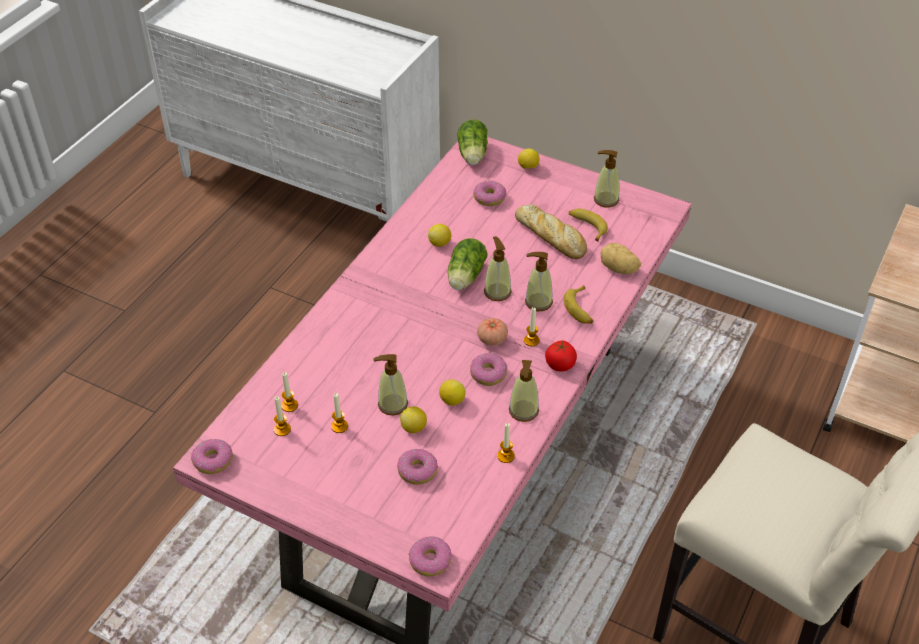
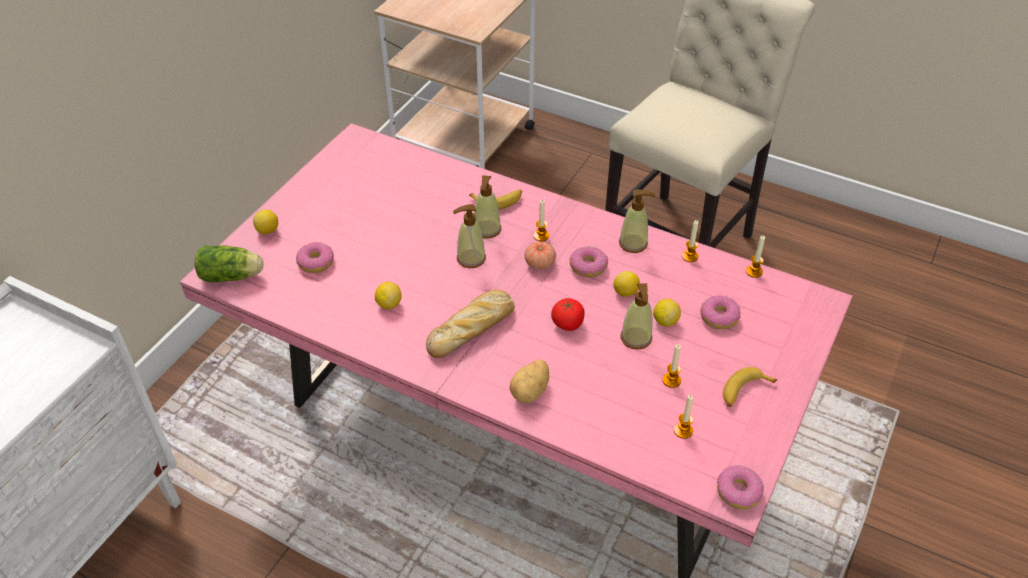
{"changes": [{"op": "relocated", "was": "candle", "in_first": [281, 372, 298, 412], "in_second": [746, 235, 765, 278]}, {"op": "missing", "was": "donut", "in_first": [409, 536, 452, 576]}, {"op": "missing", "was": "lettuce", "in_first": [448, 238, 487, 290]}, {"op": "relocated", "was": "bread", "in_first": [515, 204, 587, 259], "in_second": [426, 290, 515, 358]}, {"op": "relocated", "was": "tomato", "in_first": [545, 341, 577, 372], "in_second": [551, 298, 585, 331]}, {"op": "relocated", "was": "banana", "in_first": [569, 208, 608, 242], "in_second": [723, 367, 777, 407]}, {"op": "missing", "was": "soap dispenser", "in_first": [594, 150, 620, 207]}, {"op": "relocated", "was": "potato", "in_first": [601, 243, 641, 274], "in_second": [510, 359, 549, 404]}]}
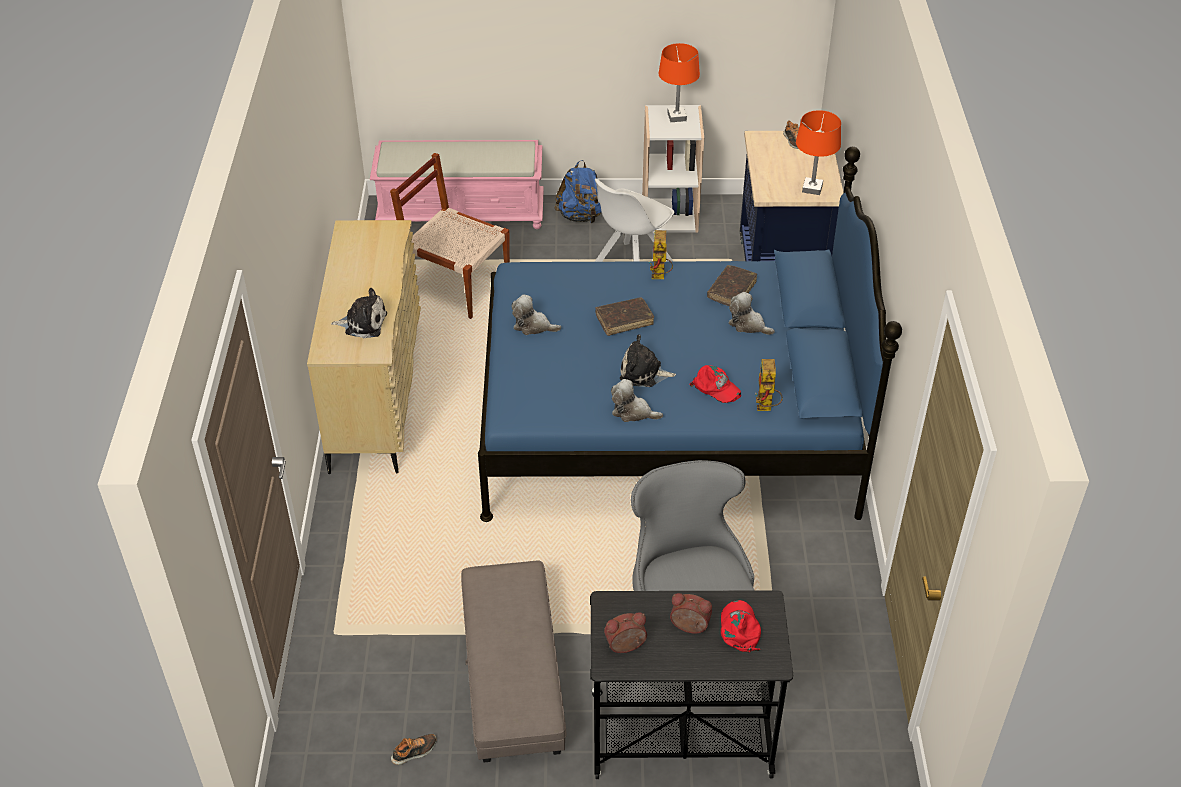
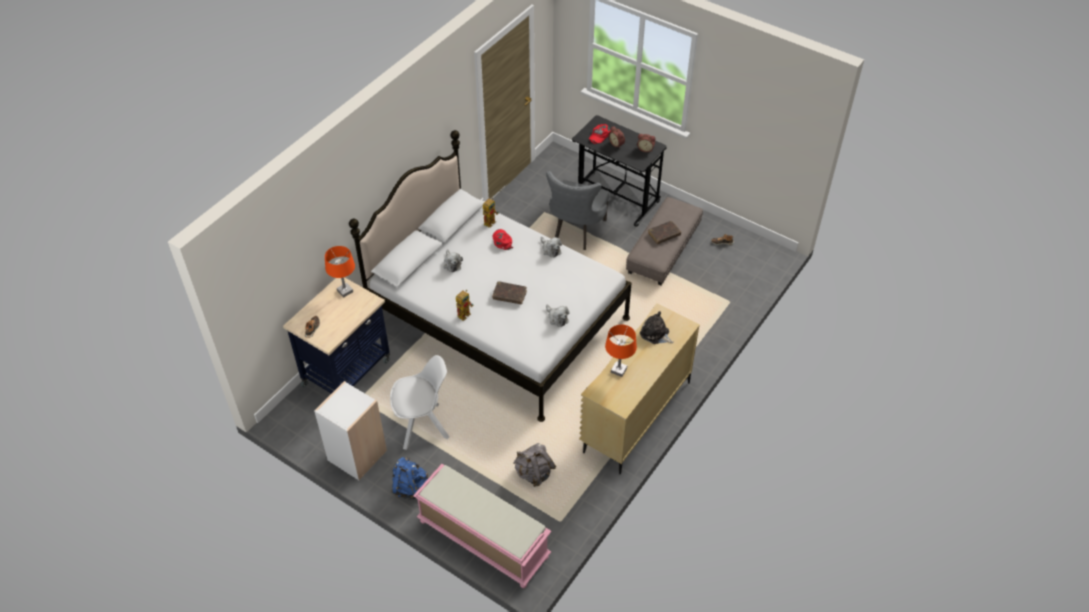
{"changes": [{"op": "exchanged", "was": "chair", "now": "backpack (grey)", "in_first": [390, 153, 510, 319], "in_second": [513, 443, 556, 487]}, {"op": "colour", "was": "bed (blue)", "now": "bed (white)", "in_first": [478, 147, 902, 522], "in_second": [349, 130, 631, 422]}, {"op": "missing", "was": "plush toy", "in_first": [620, 334, 676, 387]}, {"op": "relocated", "was": "table lamp (orange)", "in_first": [659, 43, 700, 122], "in_second": [605, 325, 637, 377]}, {"op": "relocated", "was": "book (brown)", "in_first": [707, 265, 757, 306], "in_second": [648, 221, 681, 244]}]}
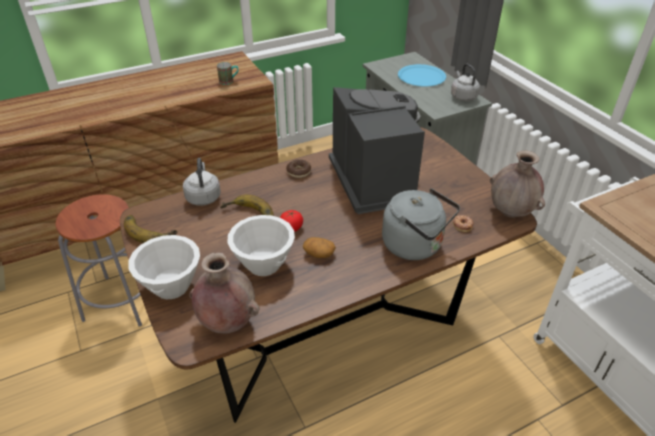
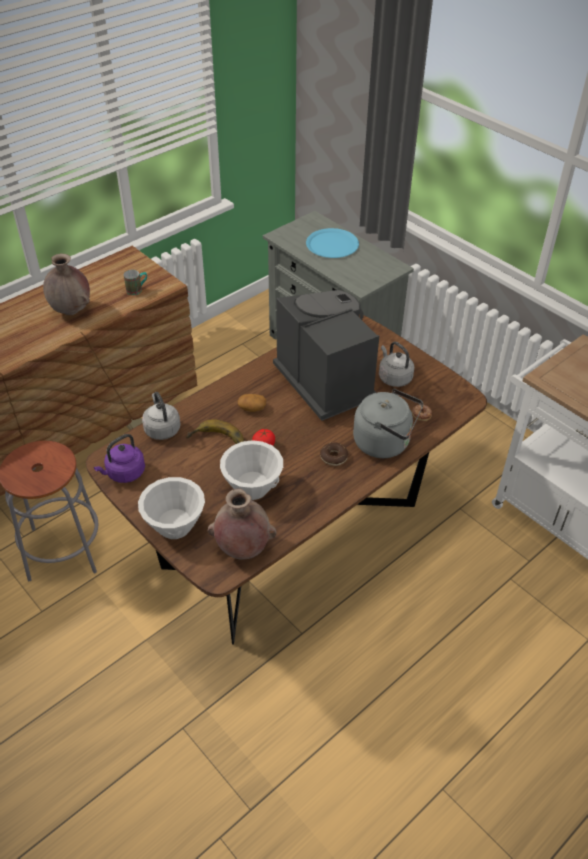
{"changes": [{"op": "exchanged", "was": "banana", "now": "kettle (purple)", "in_first": [124, 215, 177, 243], "in_second": [94, 434, 145, 483]}, {"op": "relocated", "was": "donut", "in_first": [286, 159, 311, 178], "in_second": [320, 442, 348, 466]}, {"op": "relocated", "was": "potato", "in_first": [303, 237, 336, 258], "in_second": [238, 394, 266, 412]}, {"op": "relocated", "was": "kettle (grey)", "in_first": [451, 64, 480, 101], "in_second": [379, 342, 414, 387]}, {"op": "relocated", "was": "vase (brown)", "in_first": [490, 150, 545, 218], "in_second": [43, 254, 90, 315]}]}
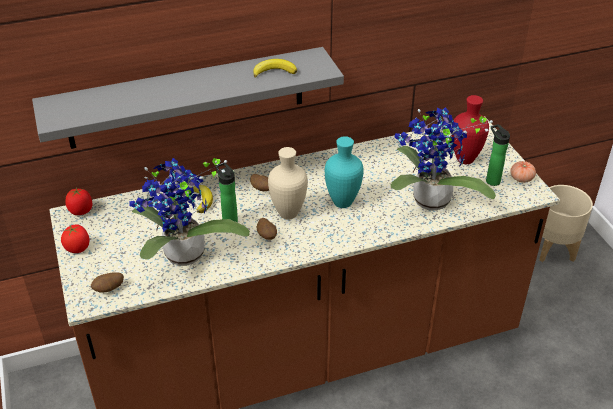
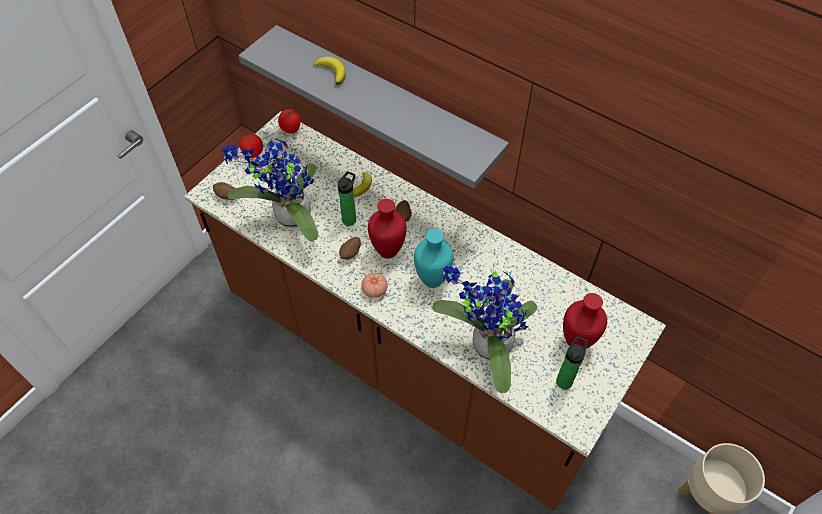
{"changes": [{"op": "relocated", "was": "banana", "in_first": [254, 59, 297, 78], "in_second": [313, 56, 346, 85]}, {"op": "colour", "was": "vase (beige)", "now": "vase (red)", "in_first": [268, 147, 308, 220], "in_second": [368, 199, 407, 259]}, {"op": "relocated", "was": "tomato", "in_first": [510, 161, 536, 183], "in_second": [361, 273, 388, 298]}]}
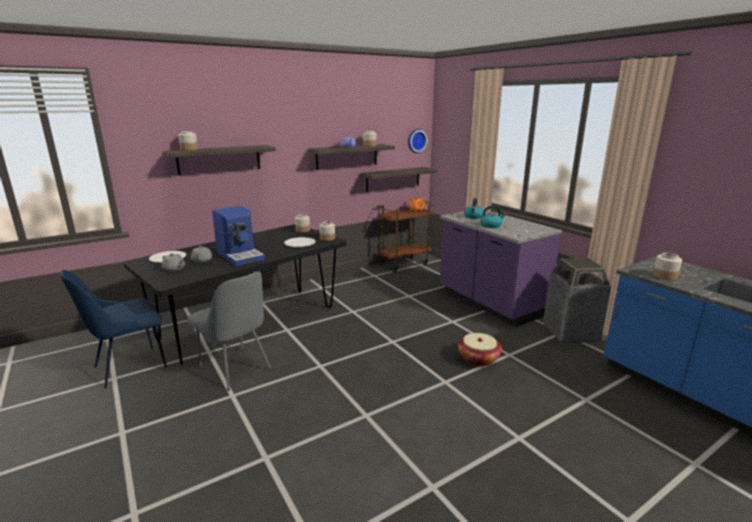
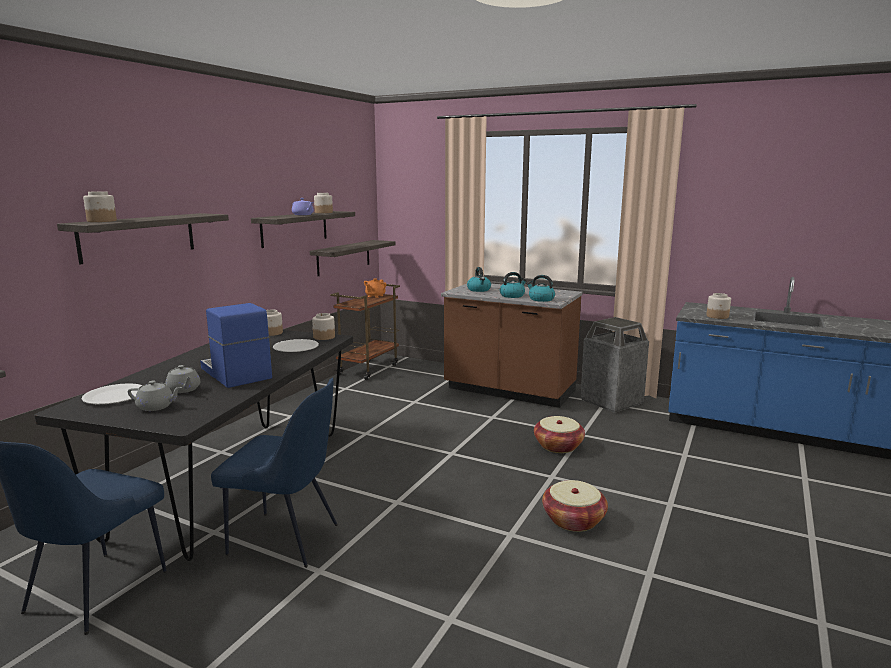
{"changes": [{"op": "colour", "was": "chair (grey)", "now": "chair (blue)", "in_first": [188, 271, 272, 391], "in_second": [211, 378, 338, 568]}, {"op": "spun", "was": "coffee machine", "in_first": [212, 206, 265, 266], "in_second": [200, 303, 272, 388], "clockwise": -150}, {"op": "missing", "was": "wall clock", "in_first": [408, 129, 427, 153]}, {"op": "colour", "was": "counter (purple)", "now": "counter (brown)", "in_first": [440, 209, 562, 327], "in_second": [441, 284, 583, 408]}, {"op": "appeared", "now": "kettle", "in_second": [527, 275, 555, 302]}, {"op": "appeared", "now": "basket", "in_second": [542, 480, 608, 532]}]}
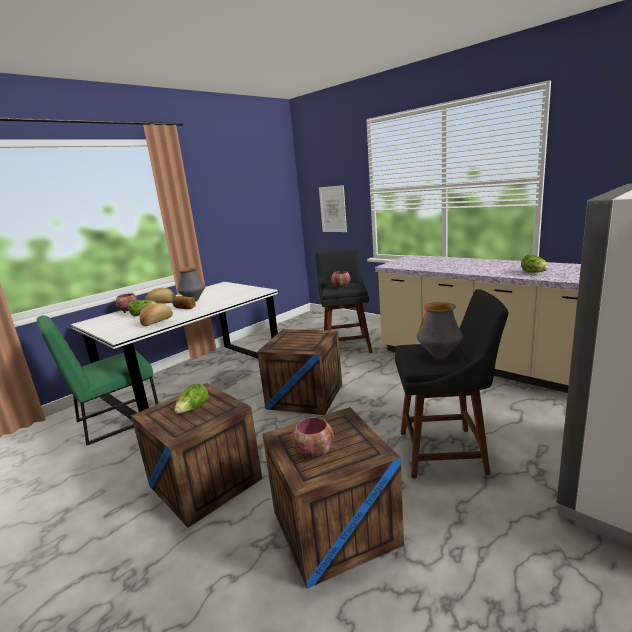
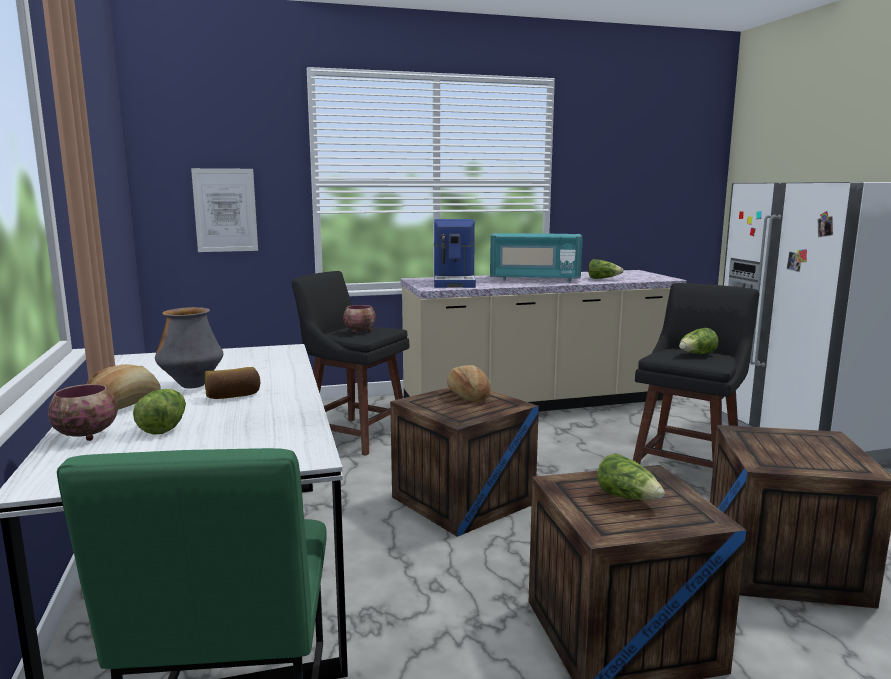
{"changes": [{"op": "relocated", "was": "bread", "in_first": [140, 303, 173, 326], "in_second": [447, 365, 491, 402]}, {"op": "missing", "was": "bowl", "in_first": [292, 417, 334, 459]}, {"op": "exchanged", "was": "vase", "now": "lettuce", "in_first": [416, 302, 462, 358], "in_second": [679, 328, 718, 354]}, {"op": "appeared", "now": "coffee machine", "in_second": [434, 219, 476, 288]}, {"op": "appeared", "now": "microwave (turquoise)", "in_second": [490, 233, 583, 281]}]}
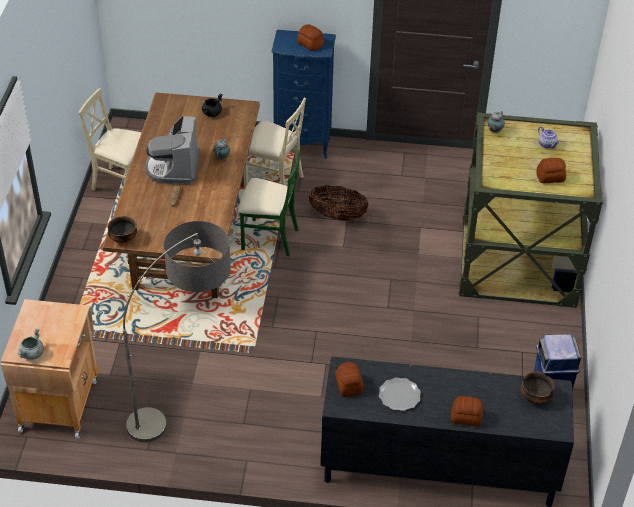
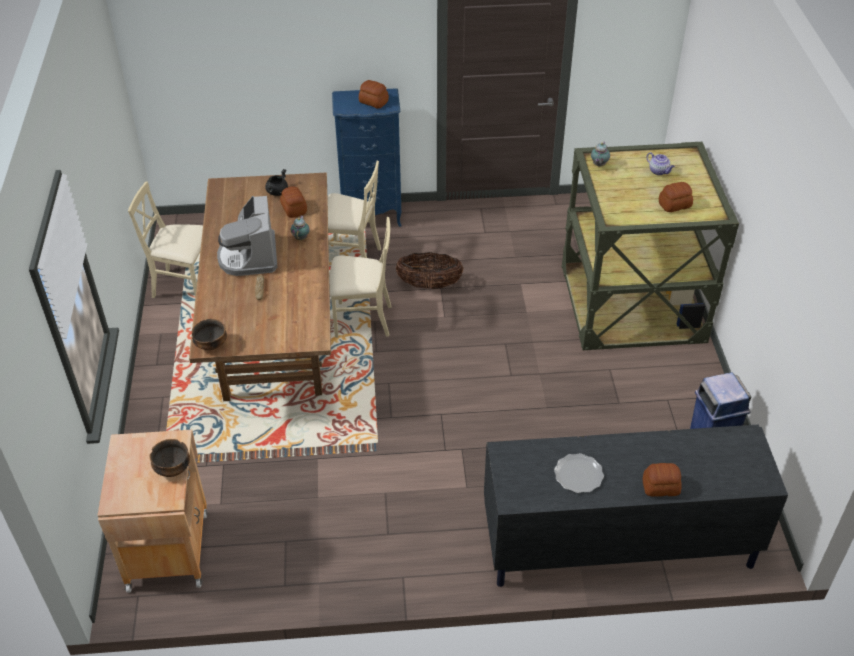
{"changes": [{"op": "missing", "was": "cooking pot (grey)", "in_first": [18, 329, 44, 360]}, {"op": "missing", "was": "floor lamp", "in_first": [123, 221, 231, 442]}, {"op": "colour", "was": "chair (green)", "now": "chair (beige)", "in_first": [238, 150, 301, 256], "in_second": [329, 217, 391, 338]}, {"op": "relocated", "was": "bread", "in_first": [335, 362, 363, 397], "in_second": [280, 186, 307, 218]}, {"op": "relocated", "was": "bowl", "in_first": [521, 372, 554, 404], "in_second": [149, 439, 190, 477]}]}
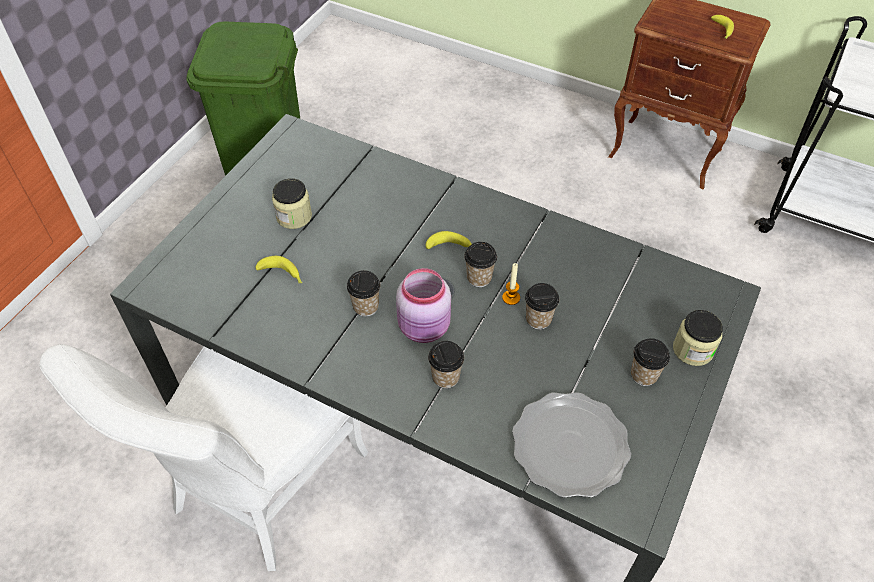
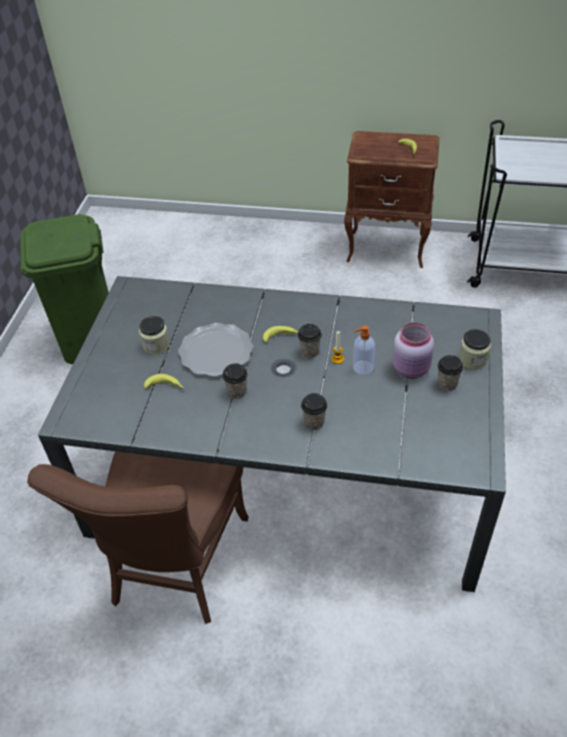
{"changes": [{"op": "colour", "was": "chair (white)", "now": "chair (brown)", "in_first": [39, 344, 368, 571], "in_second": [27, 438, 249, 624]}, {"op": "relocated", "was": "jar (pink)", "in_first": [396, 268, 451, 343], "in_second": [392, 323, 434, 379]}, {"op": "relocated", "was": "plate", "in_first": [512, 392, 631, 498], "in_second": [178, 323, 253, 377]}, {"op": "exchanged", "was": "cup", "now": "soap dispenser", "in_first": [525, 283, 559, 330], "in_second": [353, 325, 375, 375]}]}
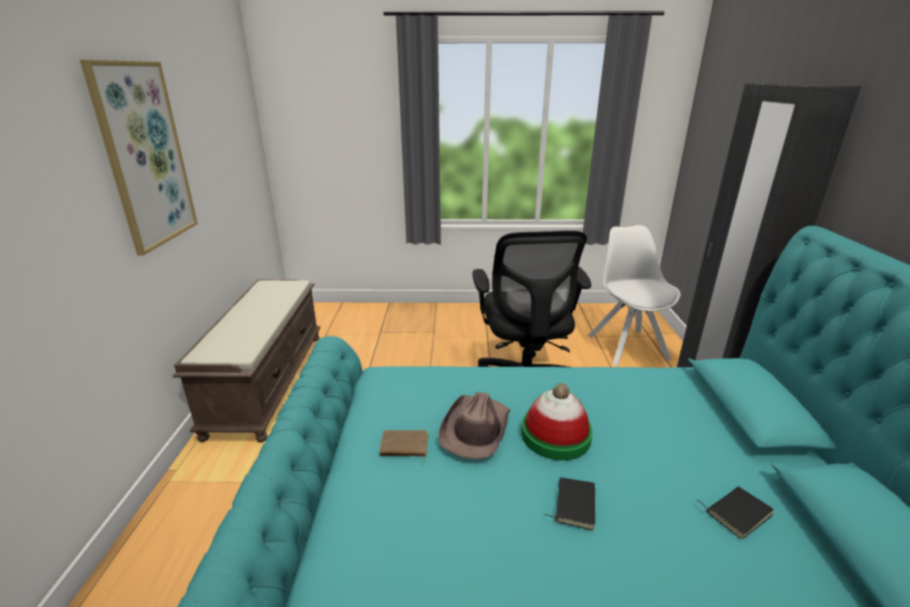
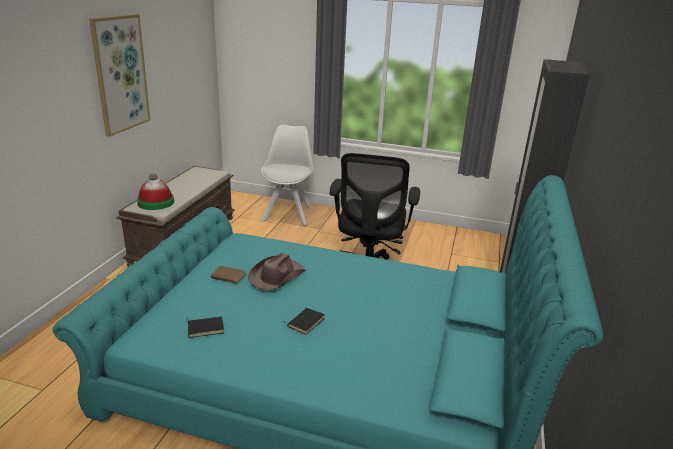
{"changes": [{"op": "relocated", "was": "hat", "in_first": [521, 383, 593, 460], "in_second": [137, 173, 174, 210]}, {"op": "relocated", "was": "chair (white)", "in_first": [588, 225, 680, 366], "in_second": [261, 125, 313, 226]}, {"op": "relocated", "was": "book (black)", "in_first": [697, 486, 774, 539], "in_second": [186, 317, 224, 338]}]}
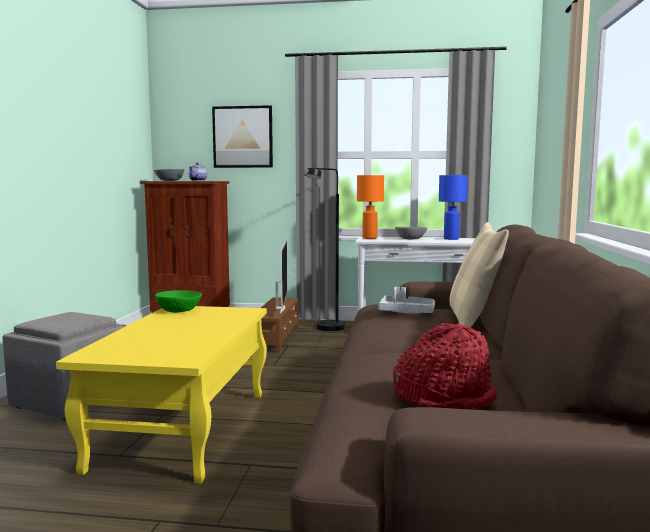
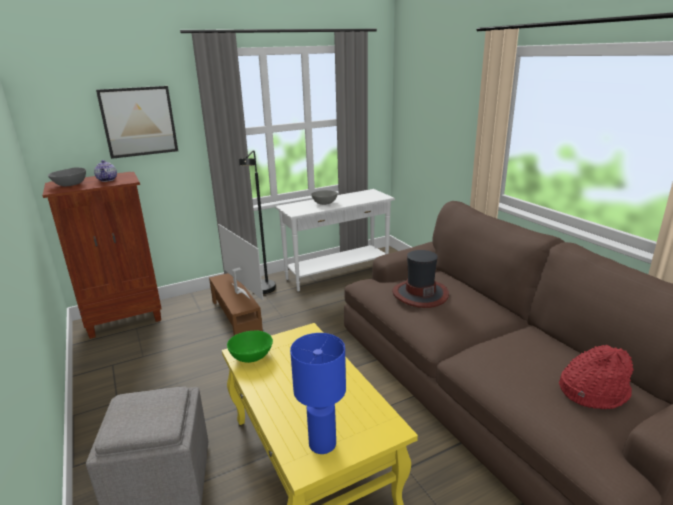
{"changes": [{"op": "missing", "was": "table lamp (orange)", "in_first": [357, 175, 384, 239]}, {"op": "exchanged", "was": "tray (grey)", "now": "hat", "in_first": [378, 287, 435, 313], "in_second": [393, 250, 449, 308]}, {"op": "relocated", "was": "table lamp (blue)", "in_first": [439, 175, 468, 240], "in_second": [290, 333, 346, 454]}, {"op": "missing", "was": "pillow (beige)", "in_first": [449, 222, 509, 328]}]}
